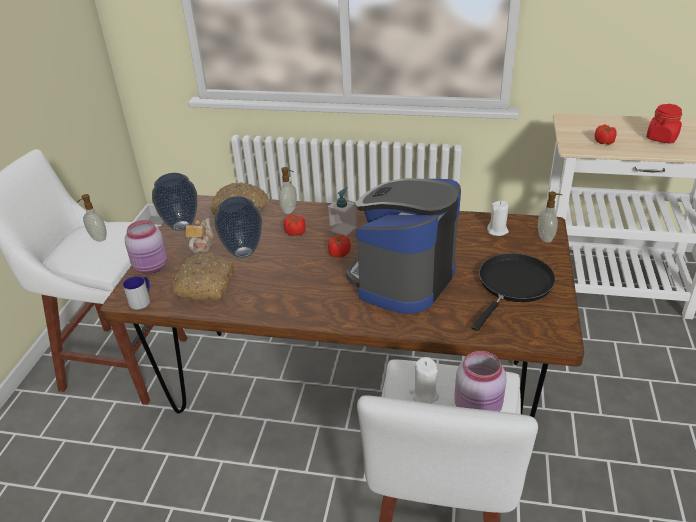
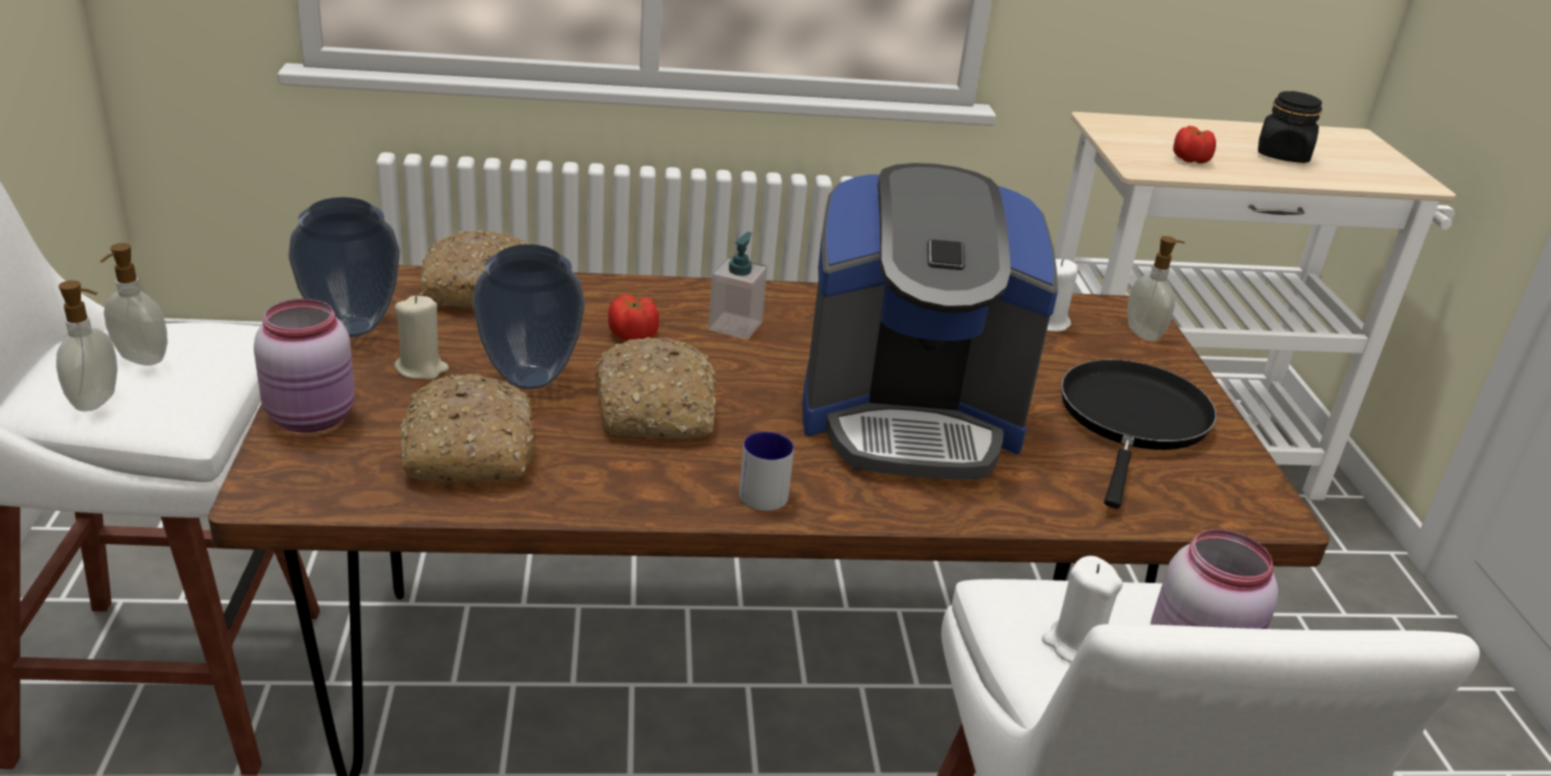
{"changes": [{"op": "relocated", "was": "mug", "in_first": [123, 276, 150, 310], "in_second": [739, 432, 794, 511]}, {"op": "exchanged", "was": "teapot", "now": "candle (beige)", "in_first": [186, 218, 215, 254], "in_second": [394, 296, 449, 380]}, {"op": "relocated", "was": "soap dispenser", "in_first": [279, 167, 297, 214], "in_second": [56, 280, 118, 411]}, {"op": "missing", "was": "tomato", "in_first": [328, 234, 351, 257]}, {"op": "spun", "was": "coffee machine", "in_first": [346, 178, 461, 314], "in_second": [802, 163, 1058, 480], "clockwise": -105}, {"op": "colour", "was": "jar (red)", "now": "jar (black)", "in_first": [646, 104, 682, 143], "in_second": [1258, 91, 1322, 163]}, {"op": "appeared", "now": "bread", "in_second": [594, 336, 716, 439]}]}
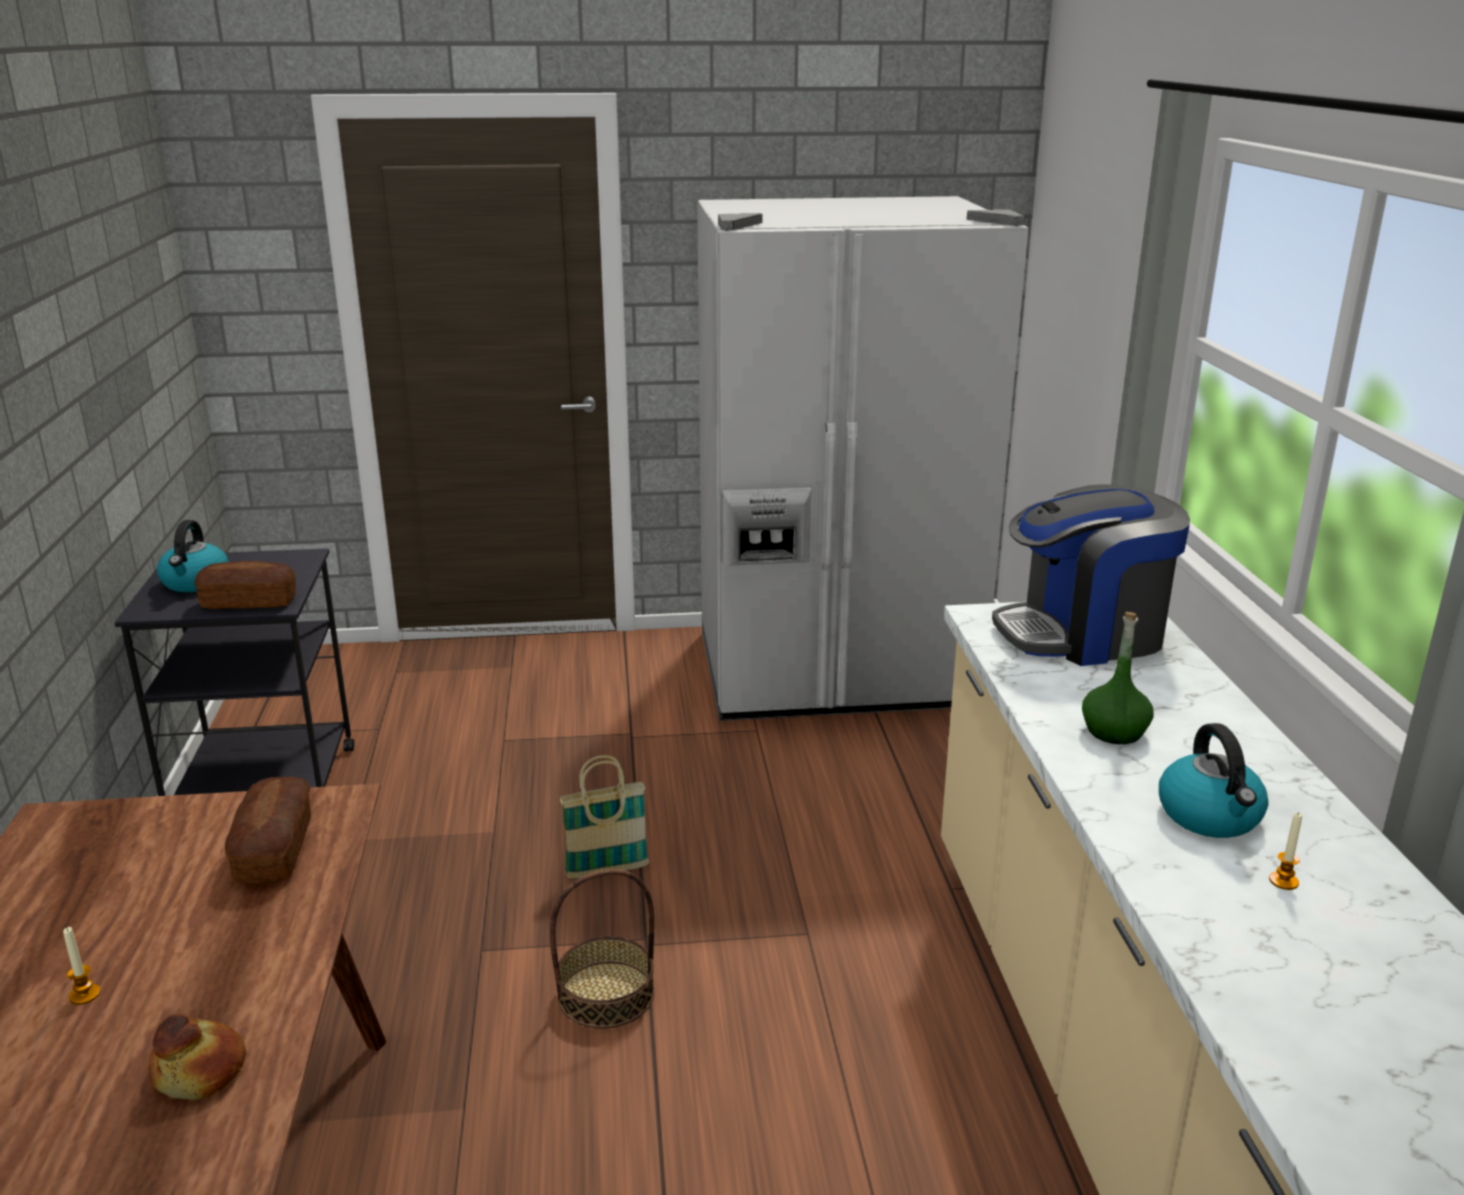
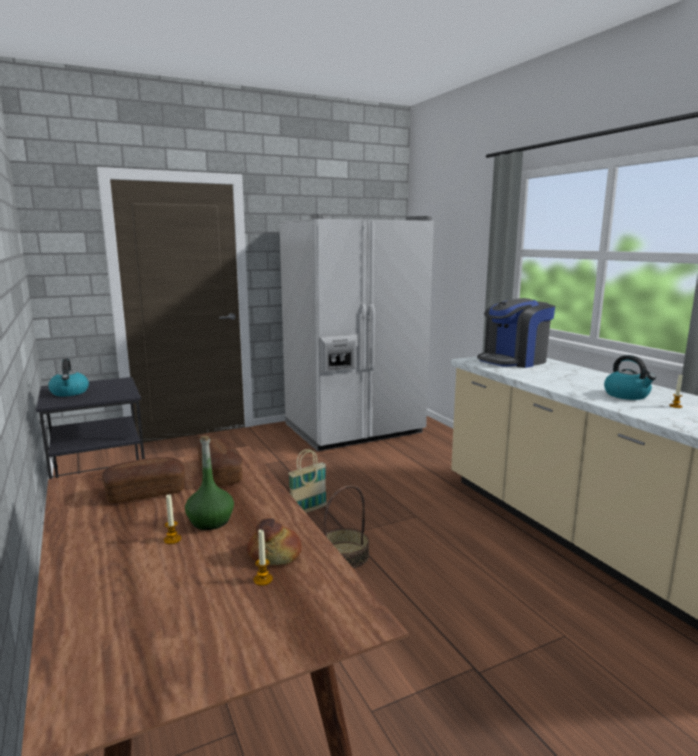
{"changes": [{"op": "relocated", "was": "bread", "in_first": [194, 561, 296, 609], "in_second": [102, 457, 185, 503]}, {"op": "relocated", "was": "bottle (green)", "in_first": [1082, 612, 1154, 744], "in_second": [185, 436, 234, 530]}, {"op": "appeared", "now": "candle", "in_second": [254, 530, 273, 586]}]}
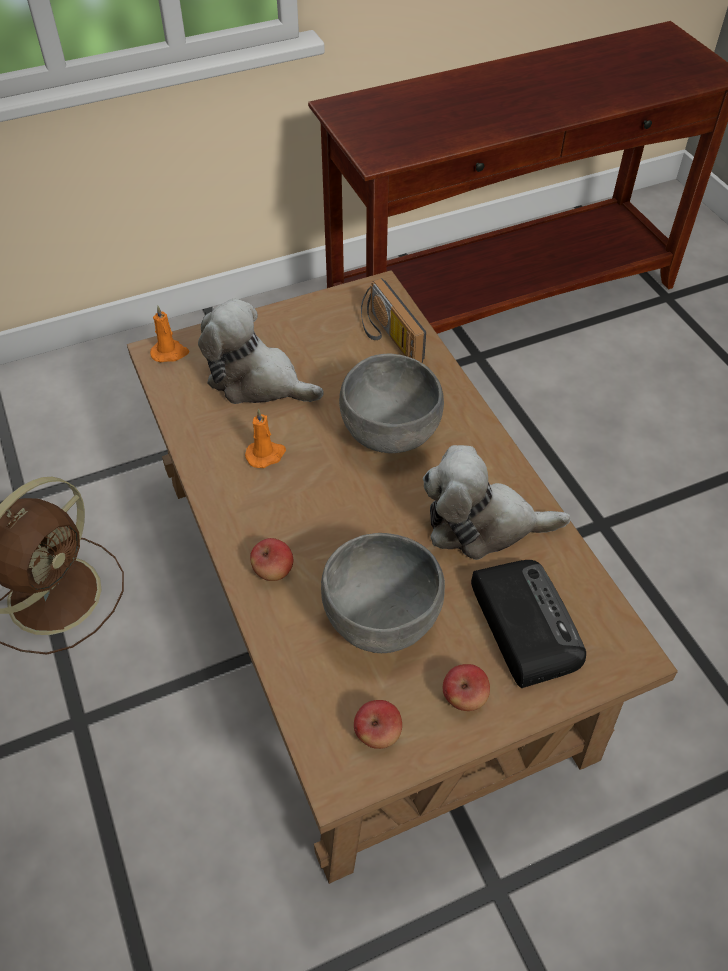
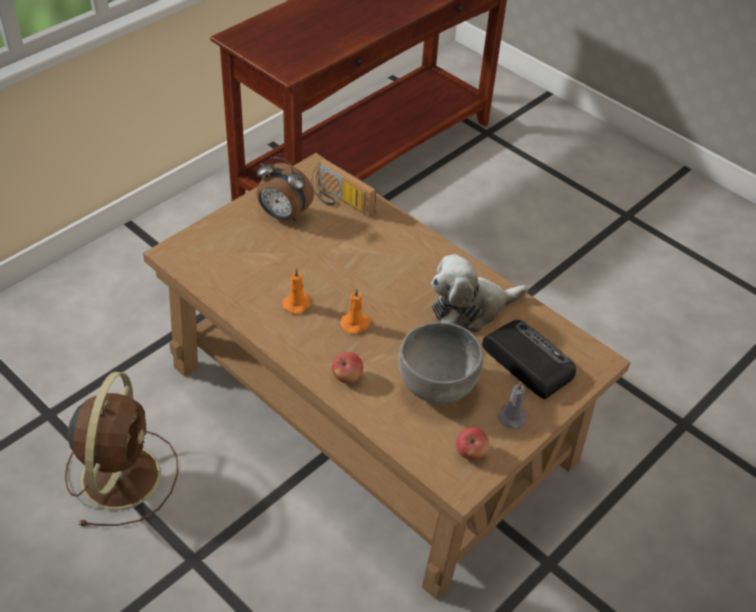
{"changes": [{"op": "relocated", "was": "candle (orange)", "in_first": [150, 306, 189, 363], "in_second": [340, 288, 371, 334]}, {"op": "missing", "was": "plush toy", "in_first": [198, 298, 324, 404]}, {"op": "missing", "was": "bowl (grey)", "in_first": [339, 354, 444, 453]}, {"op": "exchanged", "was": "apple", "now": "candle (grey)", "in_first": [443, 664, 490, 711], "in_second": [498, 381, 528, 429]}, {"op": "appeared", "now": "alarm clock", "in_second": [256, 157, 314, 222]}]}
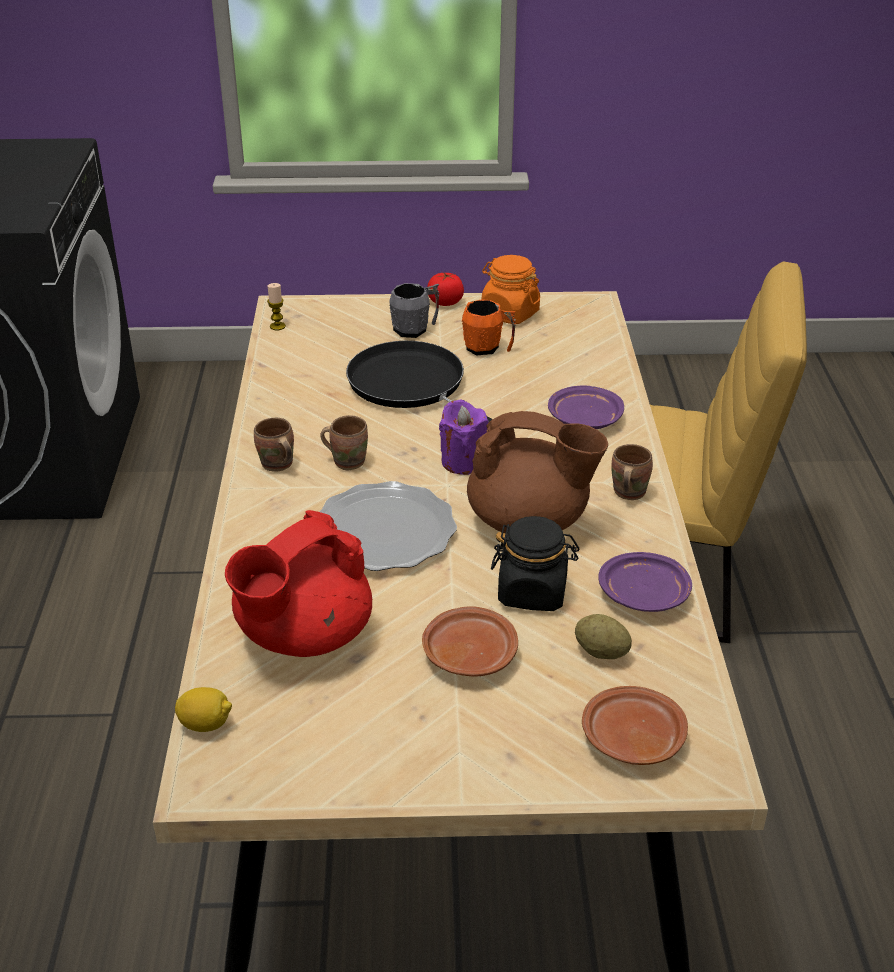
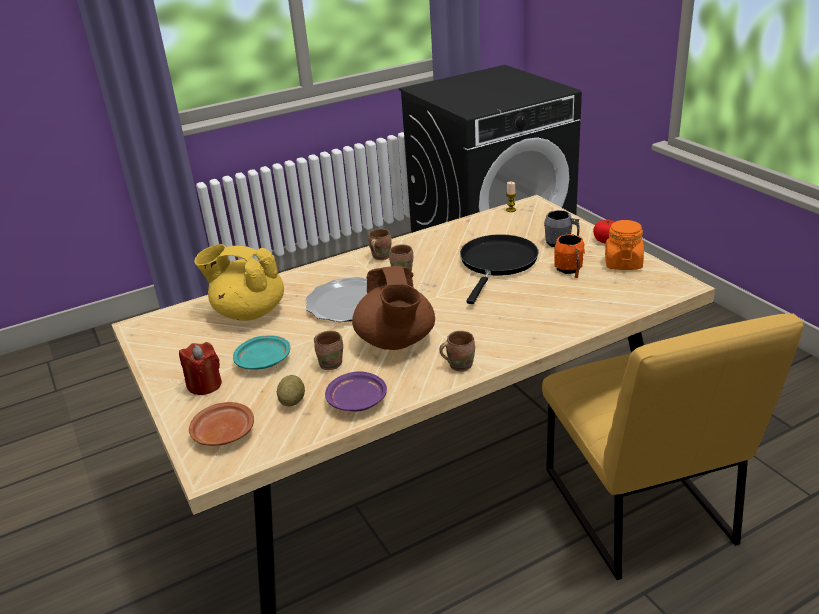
{"changes": [{"op": "missing", "was": "lemon", "in_first": [175, 687, 232, 732]}, {"op": "colour", "was": "teapot (red)", "now": "teapot (yellow)", "in_first": [225, 510, 372, 657], "in_second": [194, 244, 284, 321]}, {"op": "colour", "was": "plate (brown)", "now": "plate (turquoise)", "in_first": [422, 606, 518, 677], "in_second": [233, 335, 290, 370]}, {"op": "missing", "was": "candle (purple)", "in_first": [439, 399, 489, 475]}, {"op": "exchanged", "was": "jar (black)", "now": "mug (brown)", "in_first": [491, 516, 580, 611], "in_second": [314, 330, 343, 370]}, {"op": "missing", "was": "plate (purple)", "in_first": [548, 386, 624, 429]}, {"op": "appeared", "now": "candle (red)", "in_second": [179, 342, 222, 395]}]}
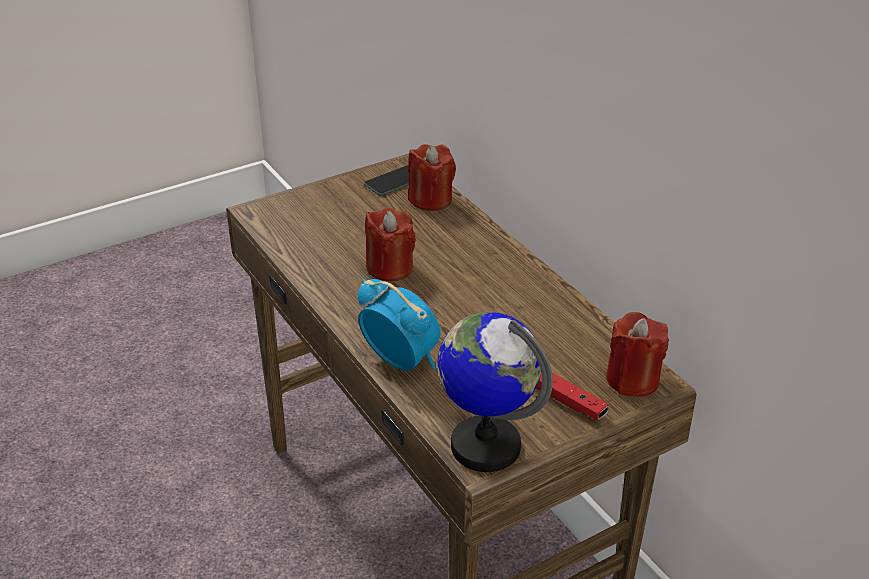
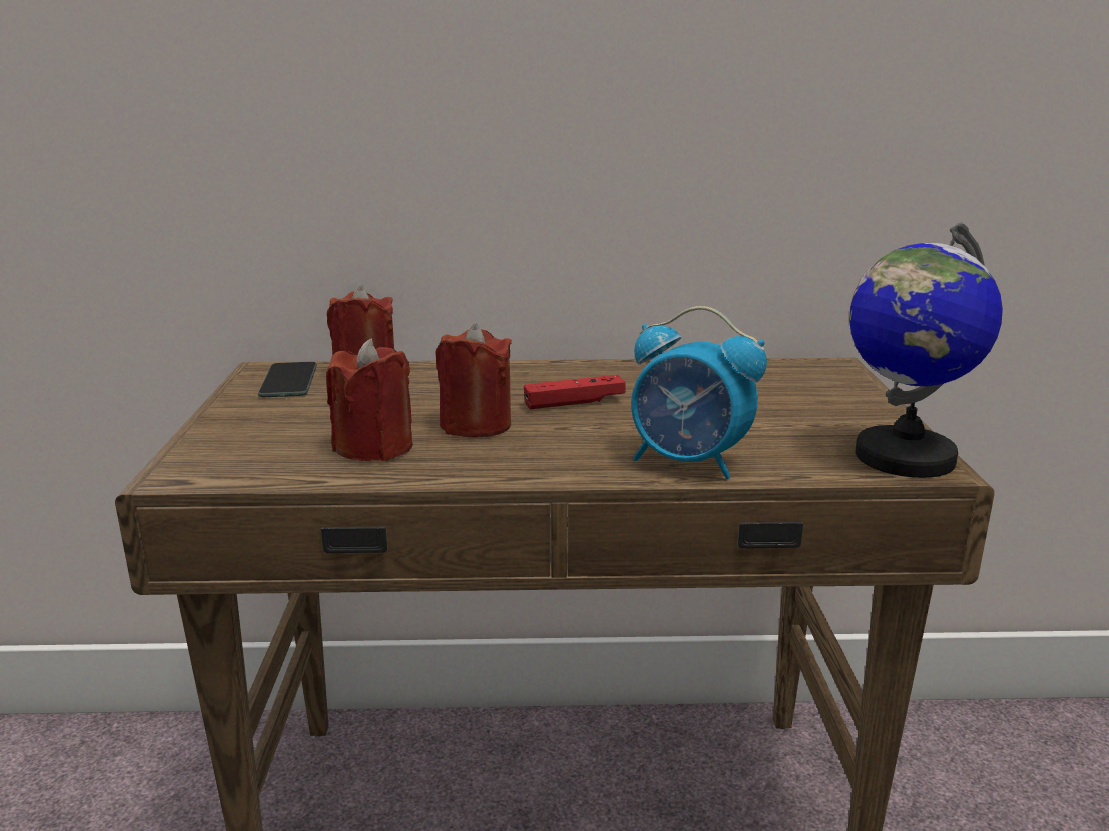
{"changes": [{"op": "spun", "was": "alarm clock", "in_first": [358, 279, 441, 371], "in_second": [631, 306, 767, 479], "clockwise": -135}, {"op": "relocated", "was": "game controller (red)", "in_first": [536, 373, 609, 420], "in_second": [524, 375, 625, 409]}, {"op": "relocated", "was": "candle (red)", "in_first": [606, 312, 669, 397], "in_second": [326, 339, 413, 461]}]}
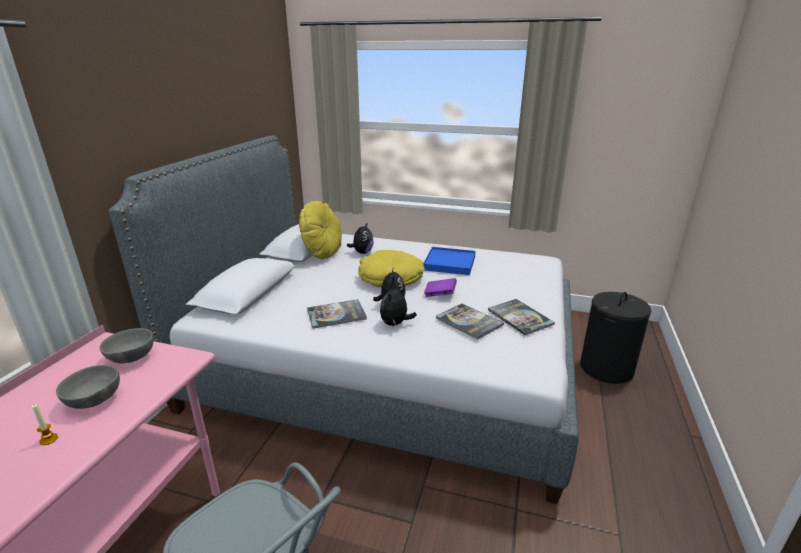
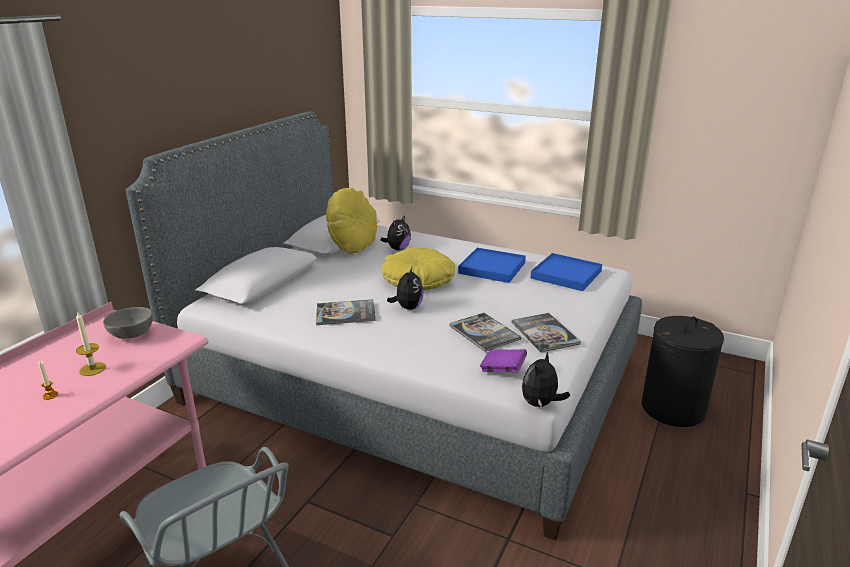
{"changes": [{"op": "exchanged", "was": "bowl (grey)", "now": "candle", "in_first": [56, 365, 120, 409], "in_second": [76, 311, 106, 376]}, {"op": "relocated", "was": "plush toy", "in_first": [380, 284, 417, 326], "in_second": [522, 352, 570, 408]}, {"op": "relocated", "was": "book (purple)", "in_first": [424, 278, 457, 297], "in_second": [480, 349, 527, 372]}, {"op": "appeared", "now": "tray (blue)", "in_second": [531, 253, 602, 291]}]}
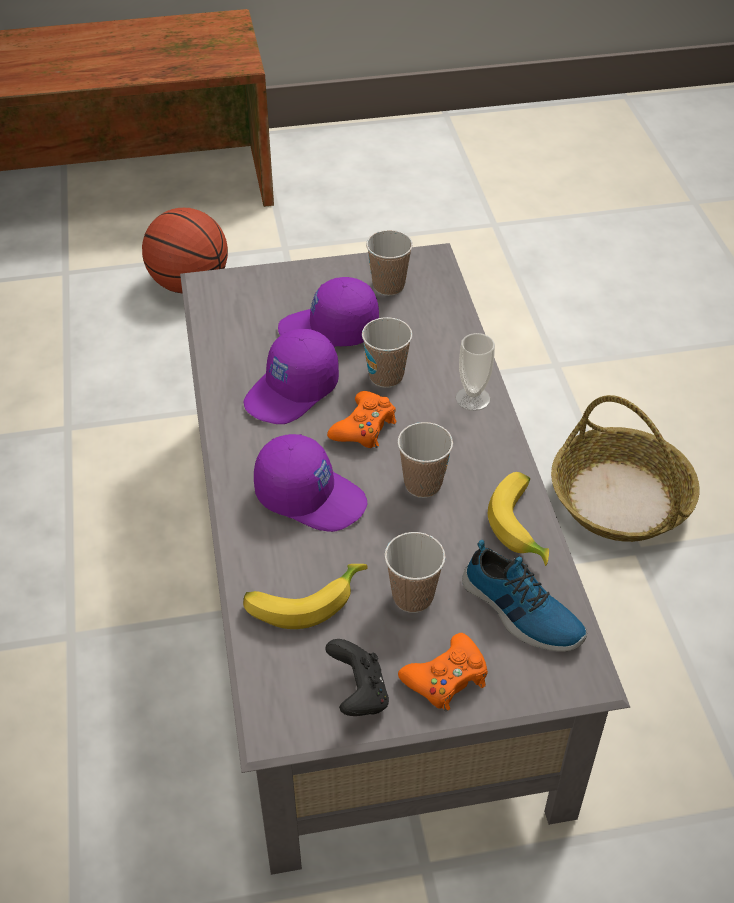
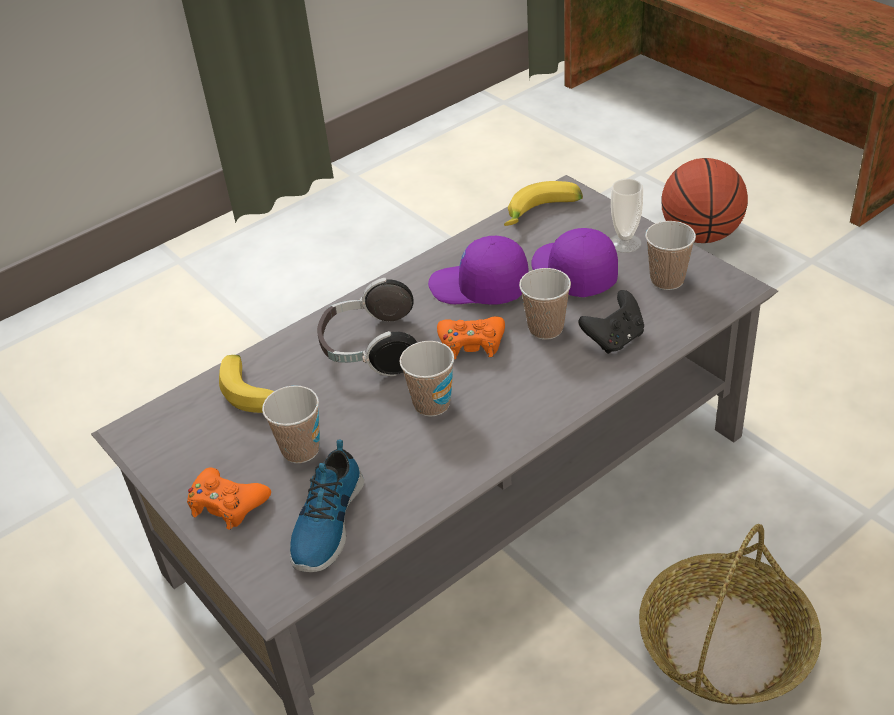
{"changes": [{"op": "exchanged", "was": "cap (purple)", "now": "headphones", "in_first": [254, 434, 367, 532], "in_second": [317, 278, 417, 376]}, {"op": "relocated", "was": "game controller (black)", "in_first": [325, 639, 389, 716], "in_second": [578, 290, 644, 354]}, {"op": "relocated", "was": "cup", "in_first": [455, 333, 495, 411], "in_second": [611, 179, 643, 253]}, {"op": "relocated", "was": "banana", "in_first": [488, 472, 549, 566], "in_second": [504, 181, 583, 226]}]}
